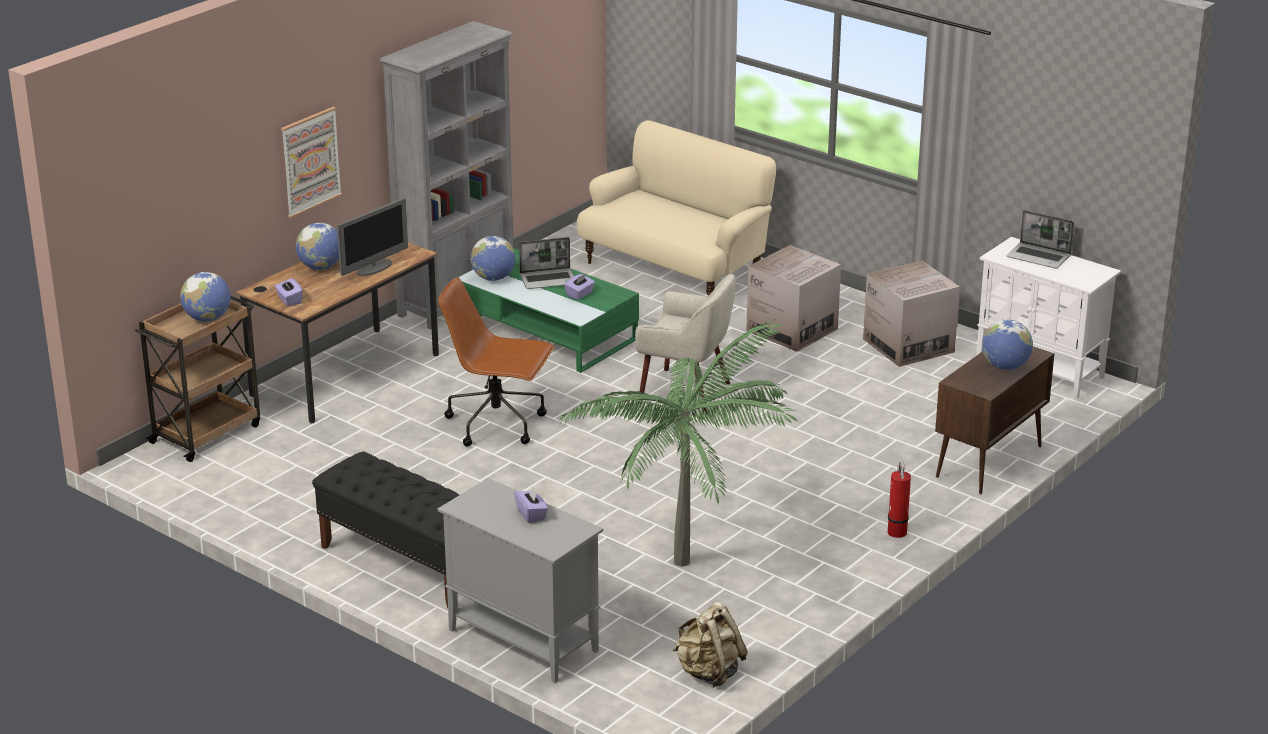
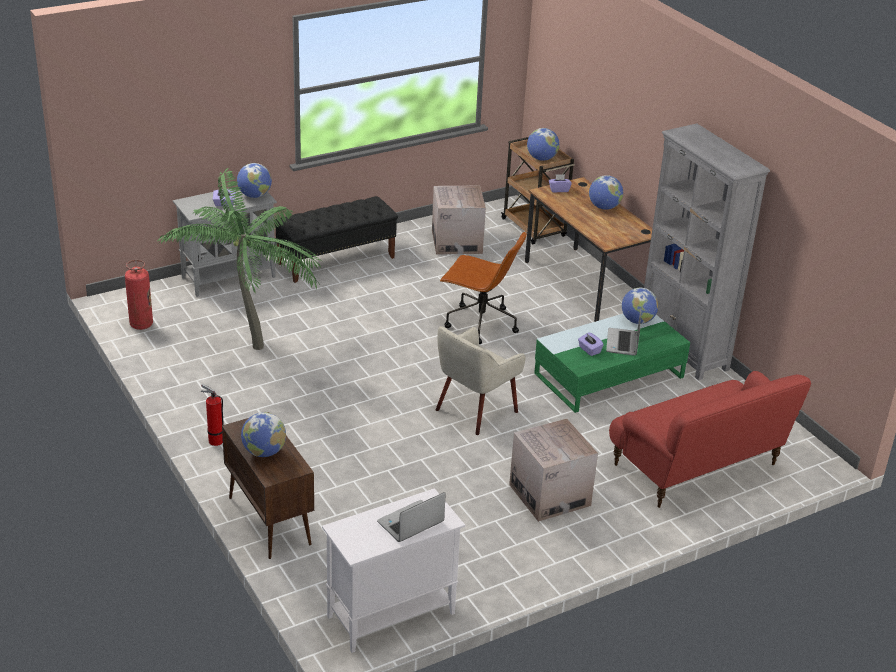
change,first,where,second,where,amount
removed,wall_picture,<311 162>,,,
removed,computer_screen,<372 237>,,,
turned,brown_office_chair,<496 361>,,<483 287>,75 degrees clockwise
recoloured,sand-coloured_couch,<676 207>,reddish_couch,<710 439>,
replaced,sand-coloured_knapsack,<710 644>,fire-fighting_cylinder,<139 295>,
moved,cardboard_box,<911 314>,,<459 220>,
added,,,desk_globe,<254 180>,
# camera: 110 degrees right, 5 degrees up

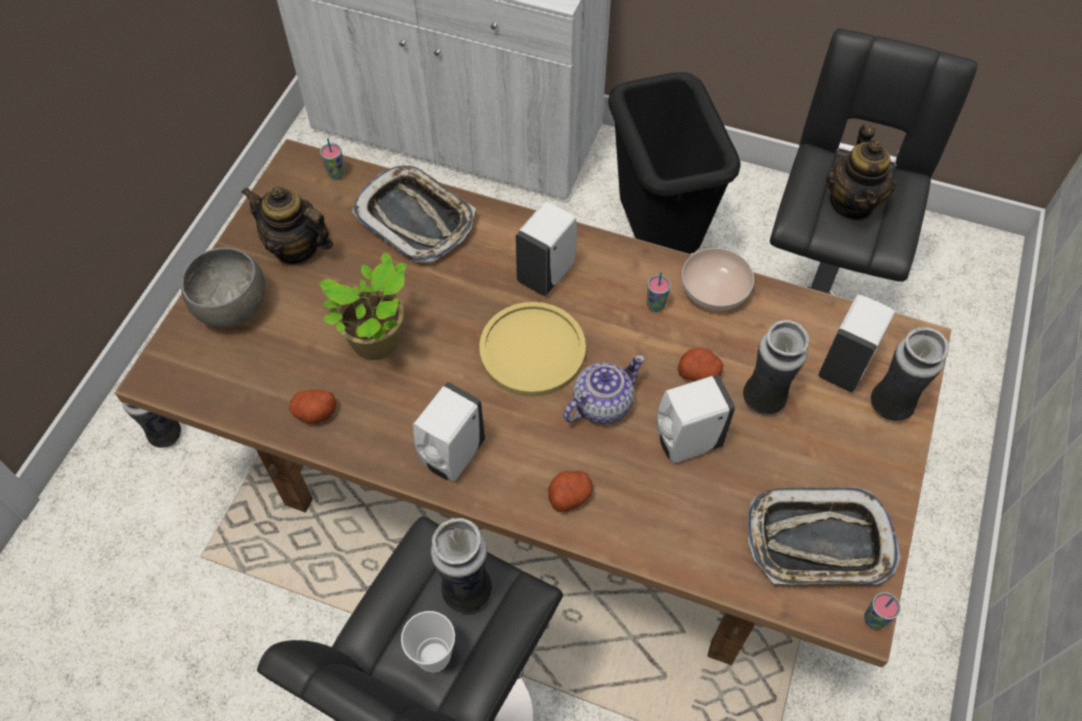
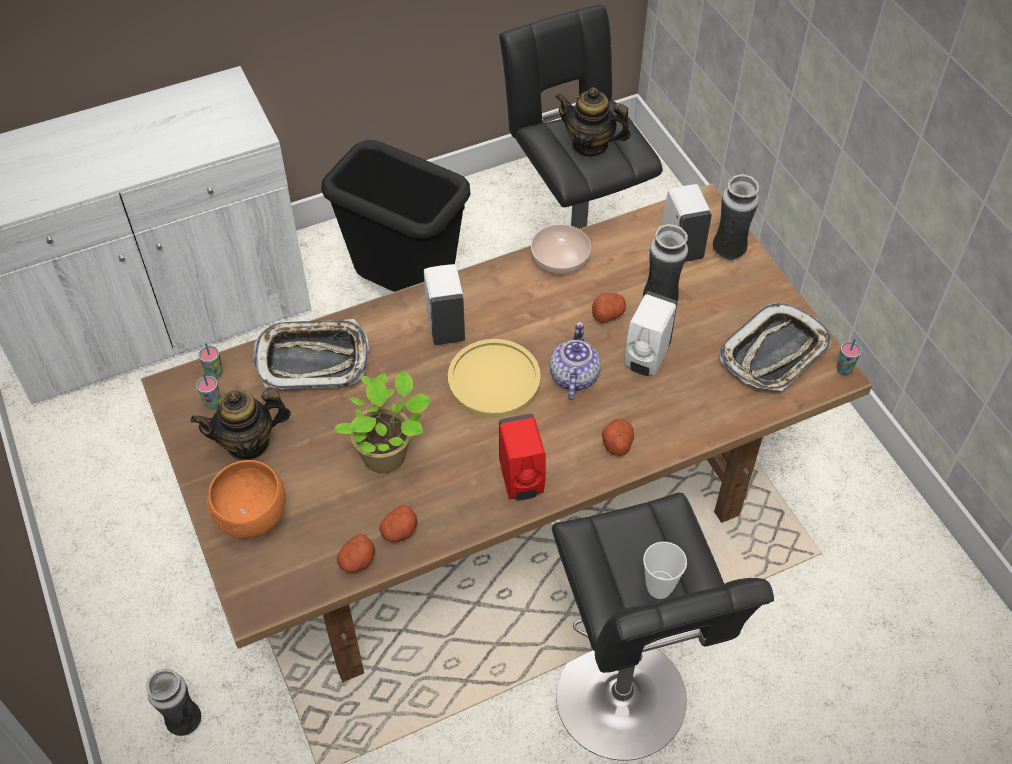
change,first,where,second,where,amount
recoloured,greyish_serving_bowl,<223 287>,orangey_serving_bowl,<246 499>,
recoloured,white-coloured_soap_dispenser,<449 432>,reddish_soap_dispenser,<522 457>,
removed,vase,<461 565>,,,
moved,drinking_cup,<659 292>,,<208 391>,
turned,teapot,<861 172>,,<593 122>,150 degrees clockwise
added,,,potato,<356 553>,
# camera: 45 degrees left, 5 degrees down

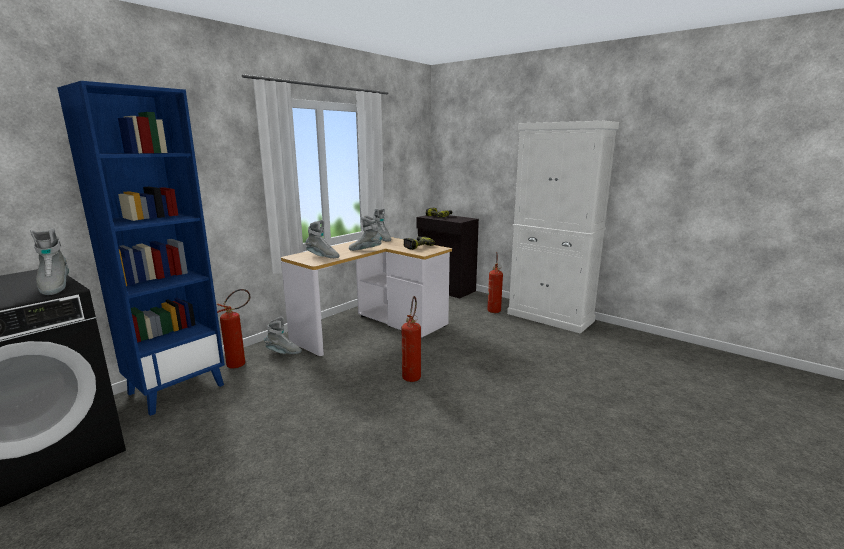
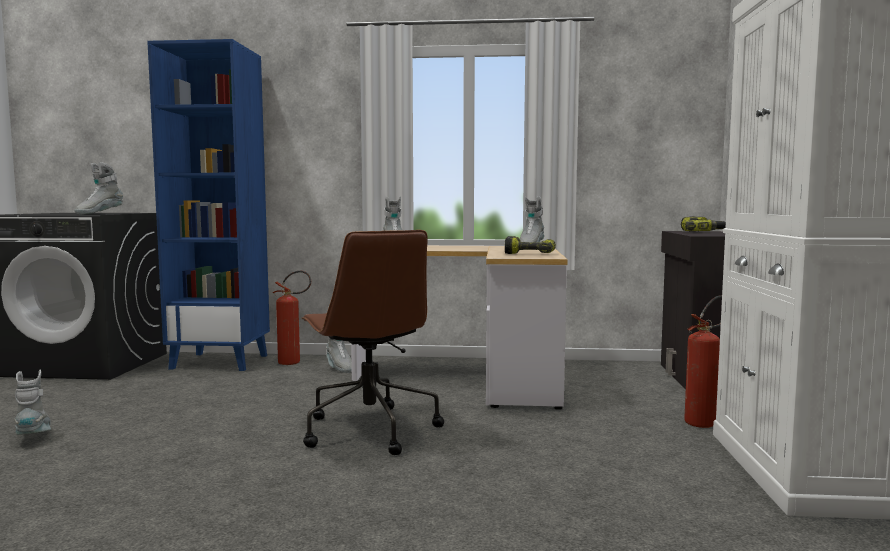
change,first,where,second,where,amount
moved,greyish_tall_boot,<365 233>,,<32 402>,
replaced,fire-fighting_cylinder,<411 339>,brown_office_chair,<372 342>,
# camera: 55 degrees right, 10 degrees down

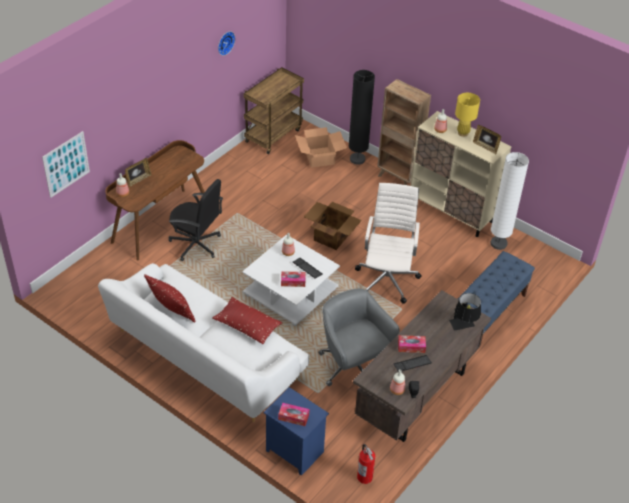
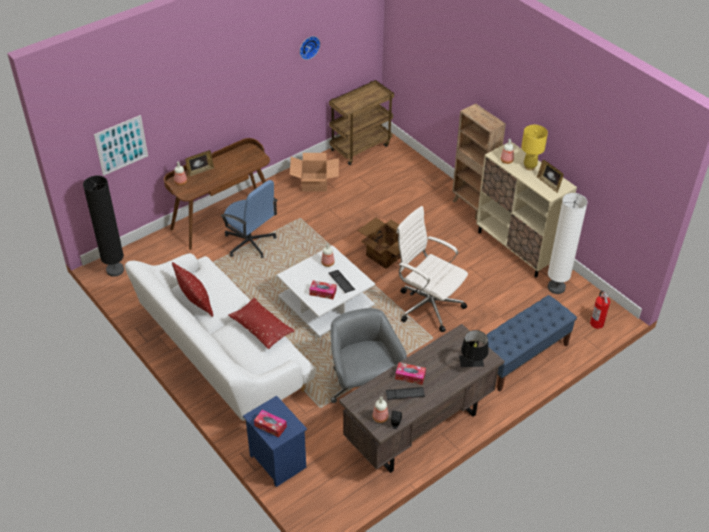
change,first,where,second,where,amount
recoloured,black_office_chair,<195 220>,blue-coloured_office_chair,<248 219>,
moved,cardboard_box,<321 147>,,<314 172>,
moved,black_standing_lamp,<362 117>,,<103 226>,
turned,white-coloured_office_chair,<388 243>,,<432 269>,75 degrees counterclockwise
moved,fire-fighting_cylinder,<366 464>,,<600 309>,
# camera: 15 degrees right, 0 degrees up

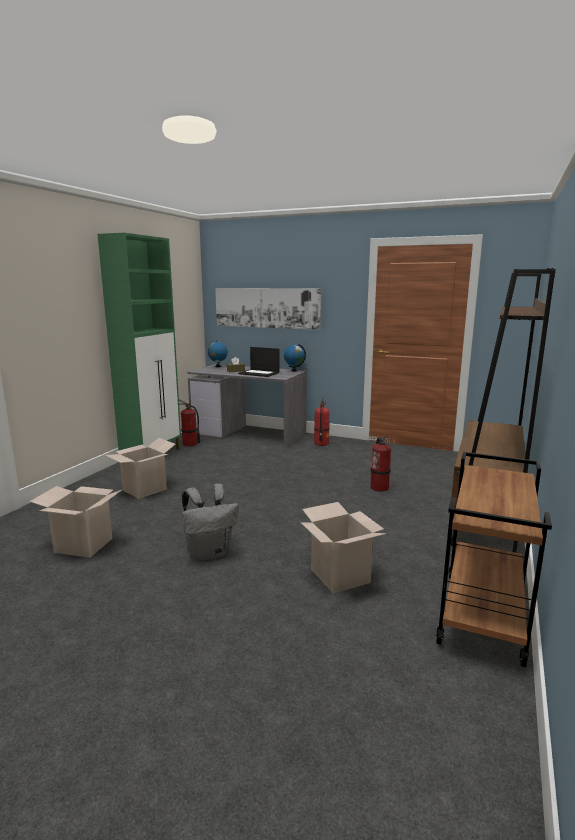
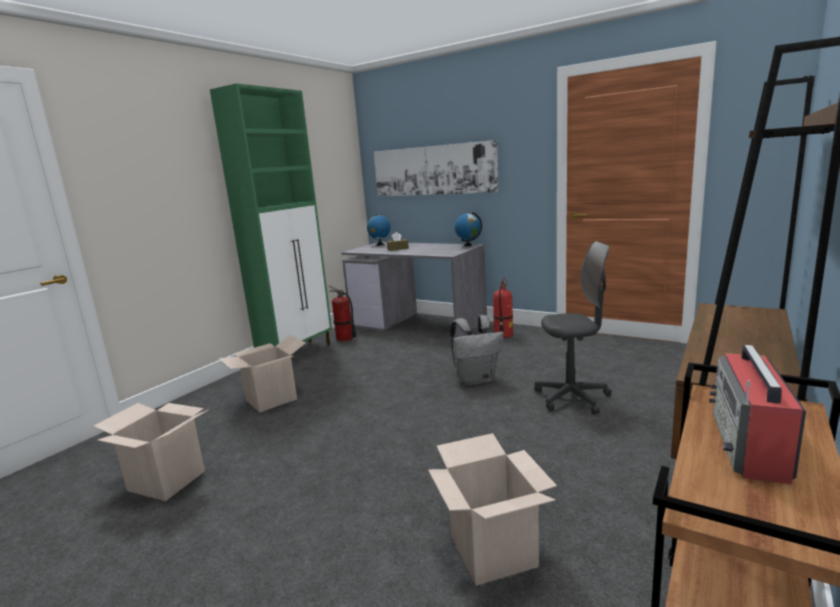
change,first,where,second,where,amount
moved,greyish_knapsack,<210 522>,,<477 350>,
removed,portable_computer,<259 362>,,,
replaced,fire-fighting_cylinder,<380 464>,greyish_office_chair,<573 328>,
added,,,radio_receiver,<757 414>,
# camera: 10 degrees right, 0 degrees up

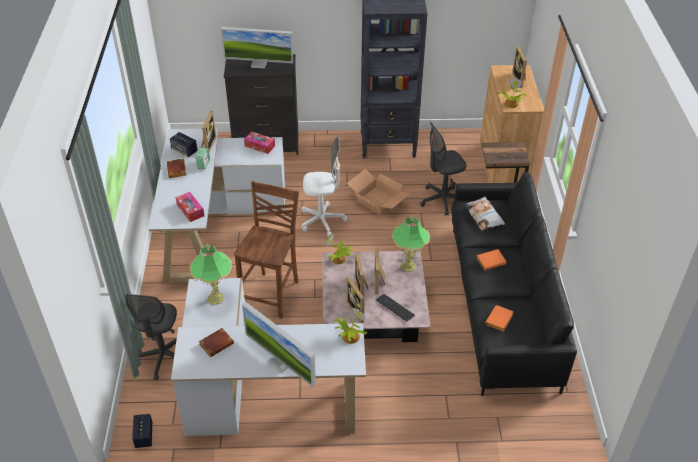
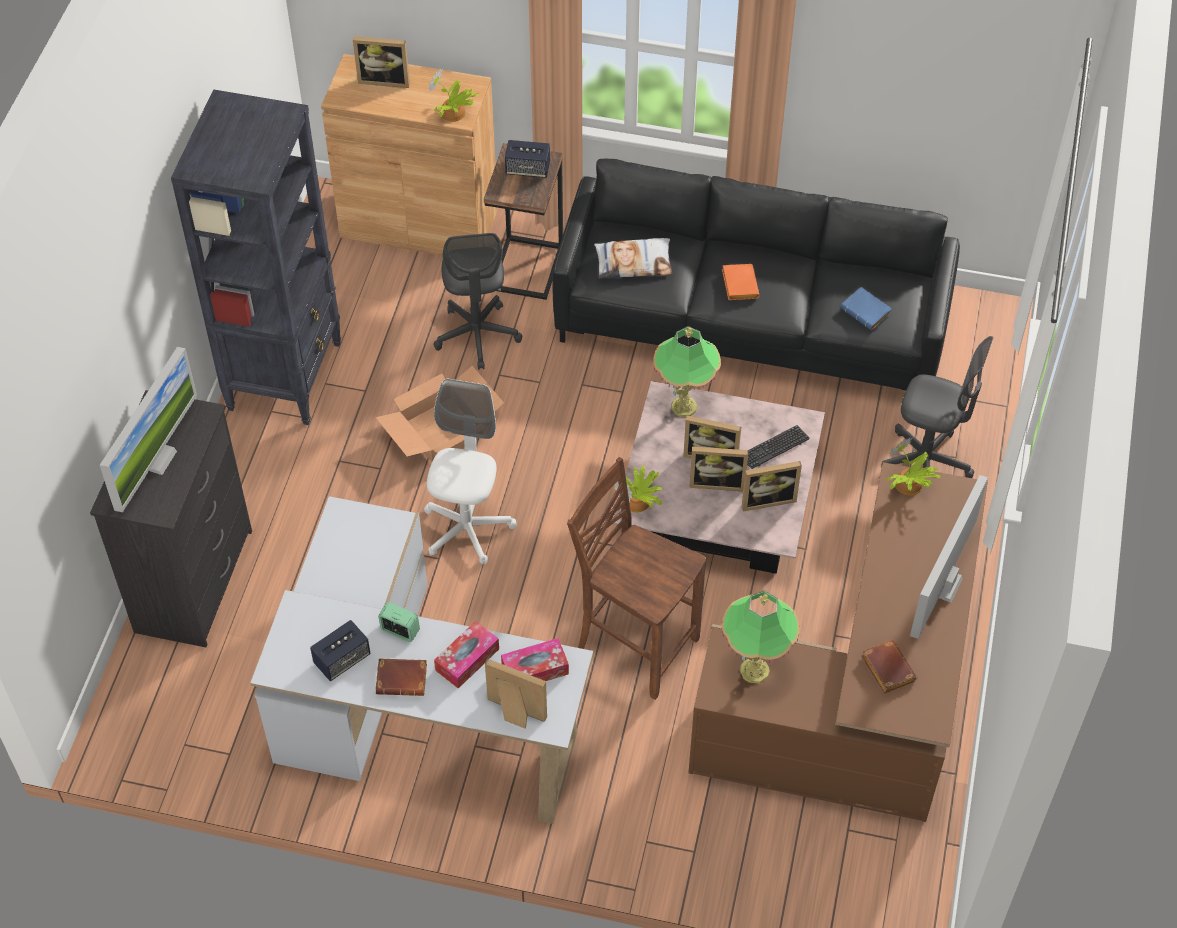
change,first,where,second,where,amount
moved,greyish_office_chair,<151 337>,,<937 407>,
moved,loudspeaker,<142 431>,,<527 159>,
recoloured,white-coloured_desk_table,<268 357>,brown_desk_table,<838 642>,
moved,picture_frame,<208 131>,,<516 693>,
turned,computer_screen,<279 344>,,<949 557>,150 degrees clockwise
moved,tissue_holder,<259 142>,,<466 655>,
recoloured,orangey_bound_book,<499 318>,blue-coloured_bound_book,<866 308>,
# camera: 75 degrees left, 10 degrees up

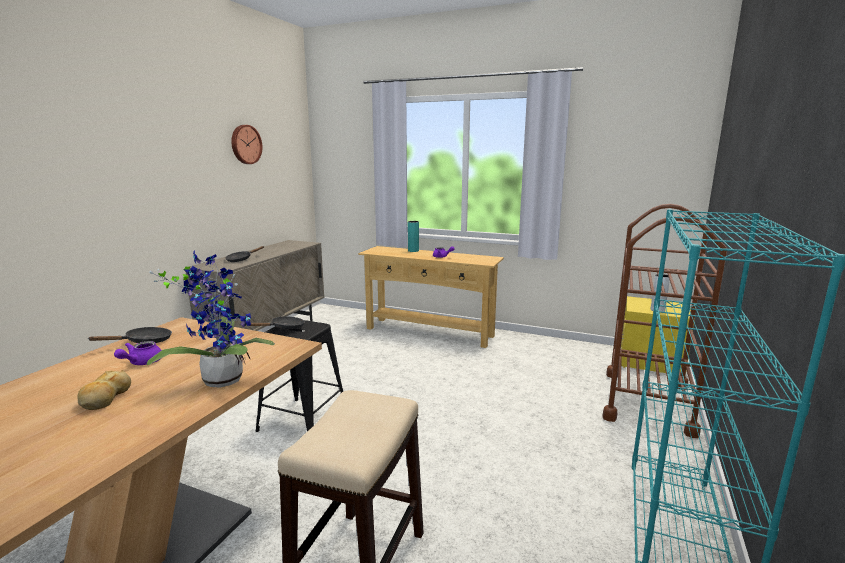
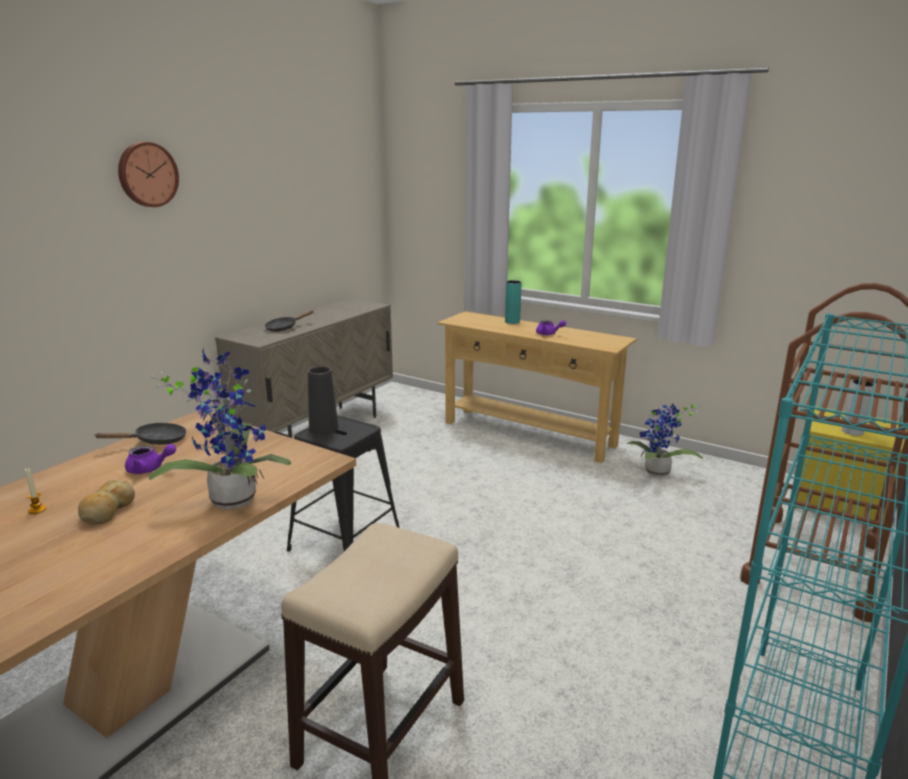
change,first,where,second,where,amount
turned,purple-coloured_teapot,<138 353>,,<150 459>,120 degrees counterclockwise
moved,wall_clock,<247 144>,,<148 174>,
replaced,black_pan,<277 322>,black_vase,<323 401>,
added,,,wax_light,<36 491>,
added,,,houseplant,<665 440>,
# camera: 10 degrees right, 5 degrees up

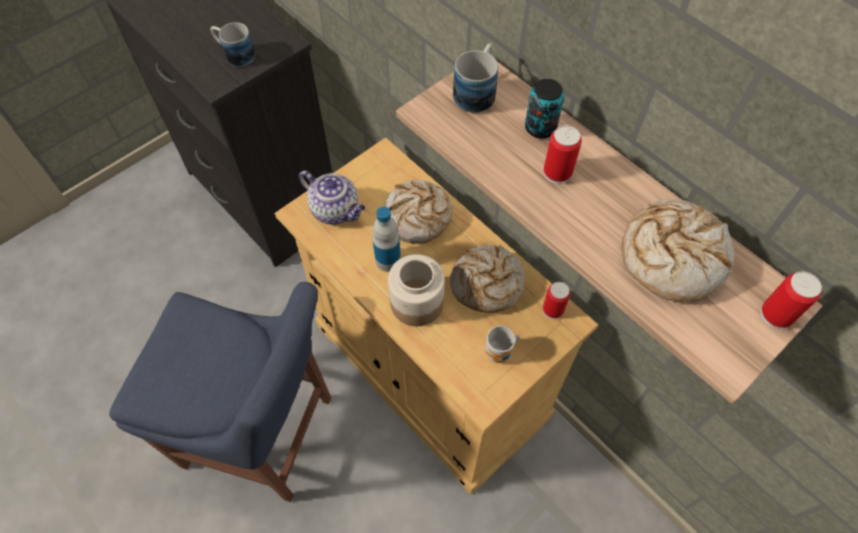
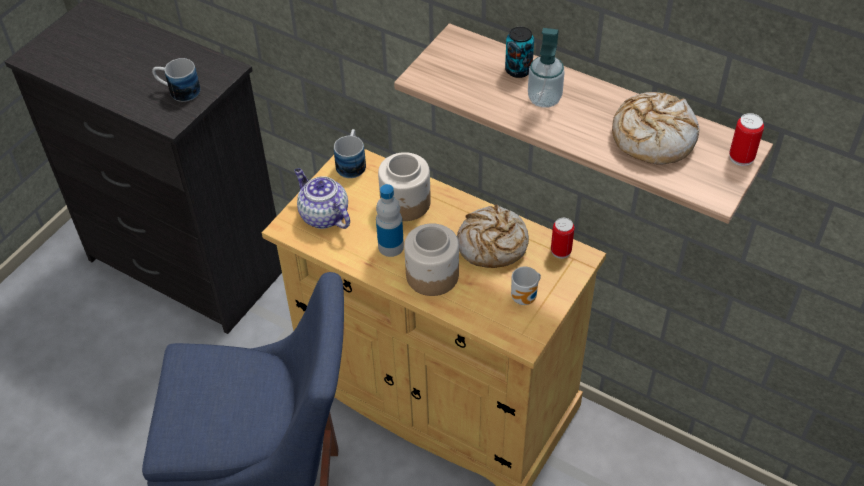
change,first,where,second,where,amount
turned,teapot,<332 198>,,<322 198>,150 degrees counterclockwise
replaced,bakery_bread,<419 212>,jar,<404 186>,
moved,tea_mug,<475 78>,,<350 153>,
replaced,can,<563 154>,soap_dispenser,<546 68>,
# camera: 15 degrees left, 10 degrees down

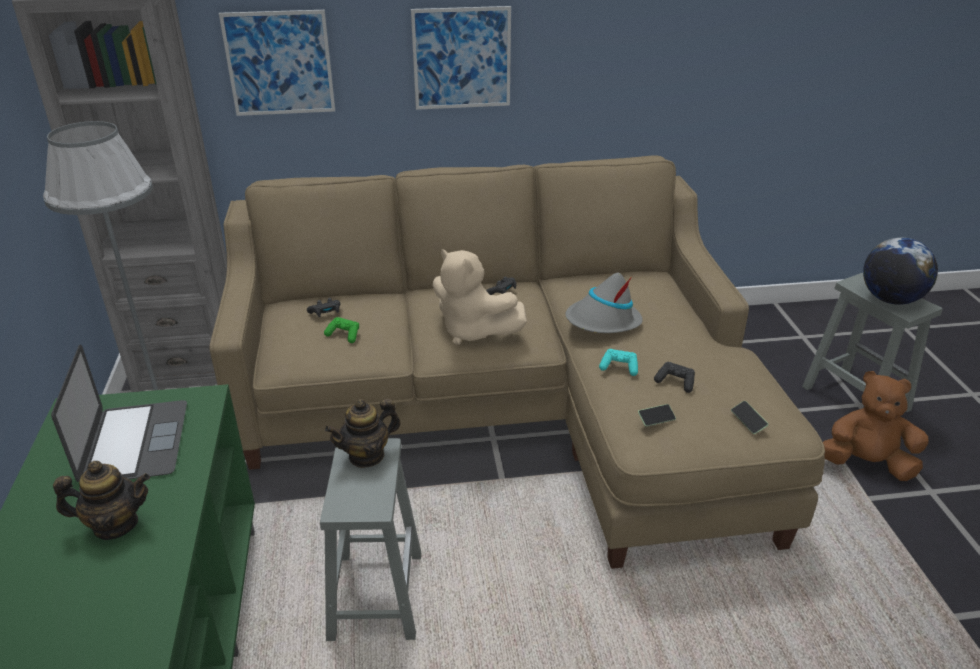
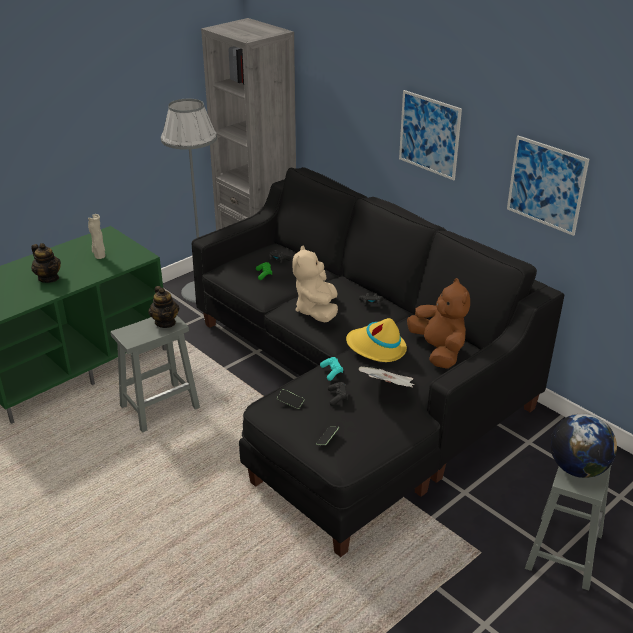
change,first,where,second,where,amount
replaced,portable_computer,<119 413>,sand-coloured_vase,<96 236>,
recoloured,sand-coloured_couch,<517 362>,black_couch,<378 362>,
moved,wall_picture,<277 63>,,<548 186>,
turned,teapot,<363 433>,,<163 307>,135 degrees counterclockwise
recoloured,greyish_hat,<604 303>,yellowish_hat,<376 340>,
moved,brown_plush_toy,<876 426>,,<438 323>,
added,,,printed_paper,<386 377>,
# camera: 55 degrees right, 0 degrees up

